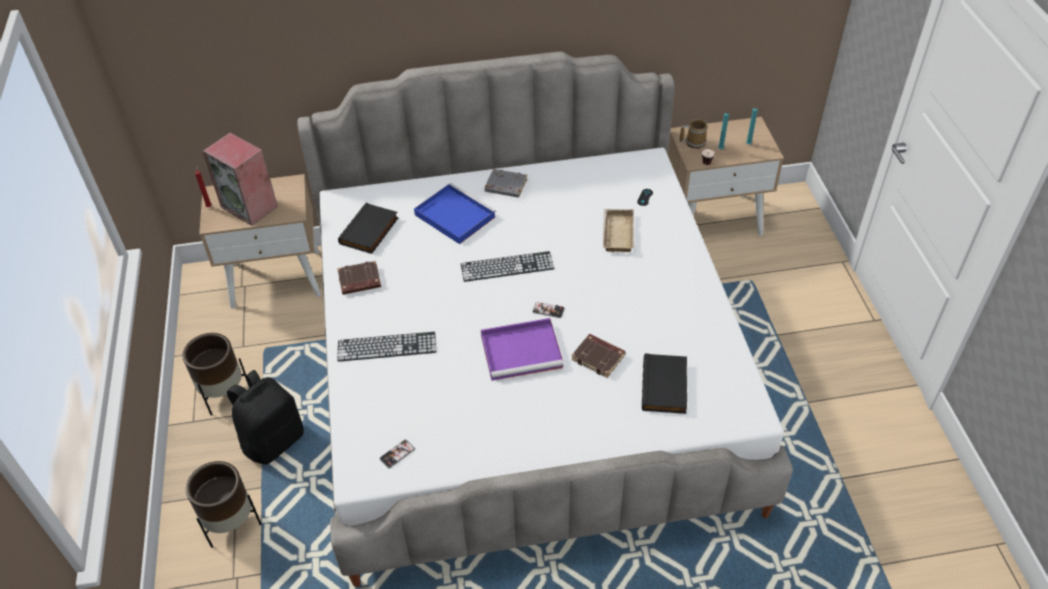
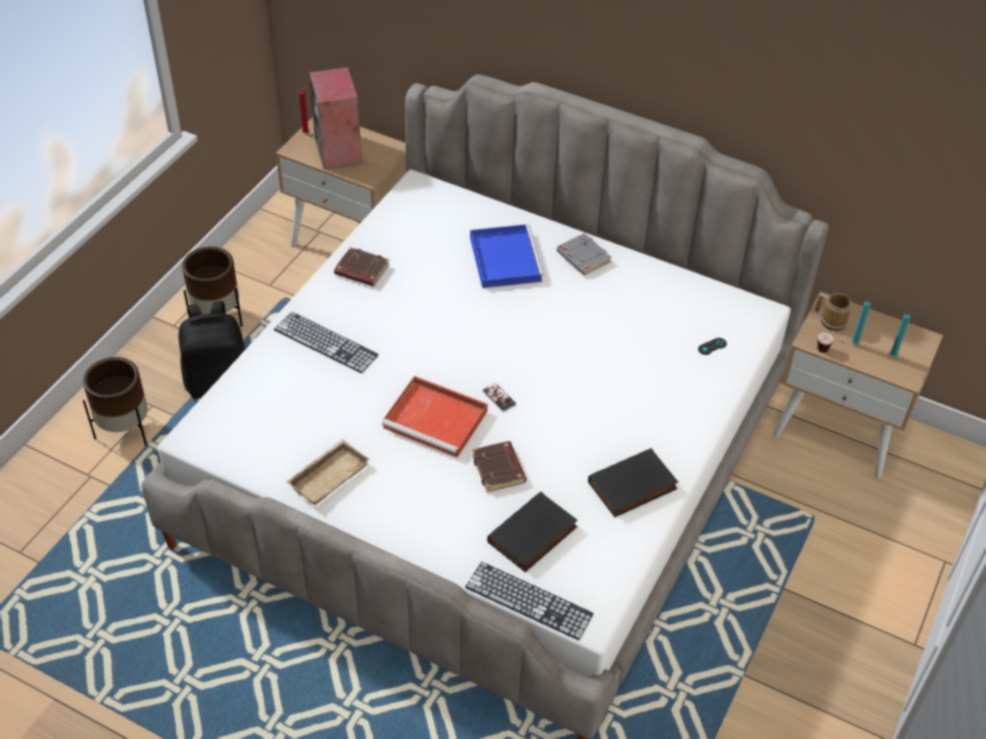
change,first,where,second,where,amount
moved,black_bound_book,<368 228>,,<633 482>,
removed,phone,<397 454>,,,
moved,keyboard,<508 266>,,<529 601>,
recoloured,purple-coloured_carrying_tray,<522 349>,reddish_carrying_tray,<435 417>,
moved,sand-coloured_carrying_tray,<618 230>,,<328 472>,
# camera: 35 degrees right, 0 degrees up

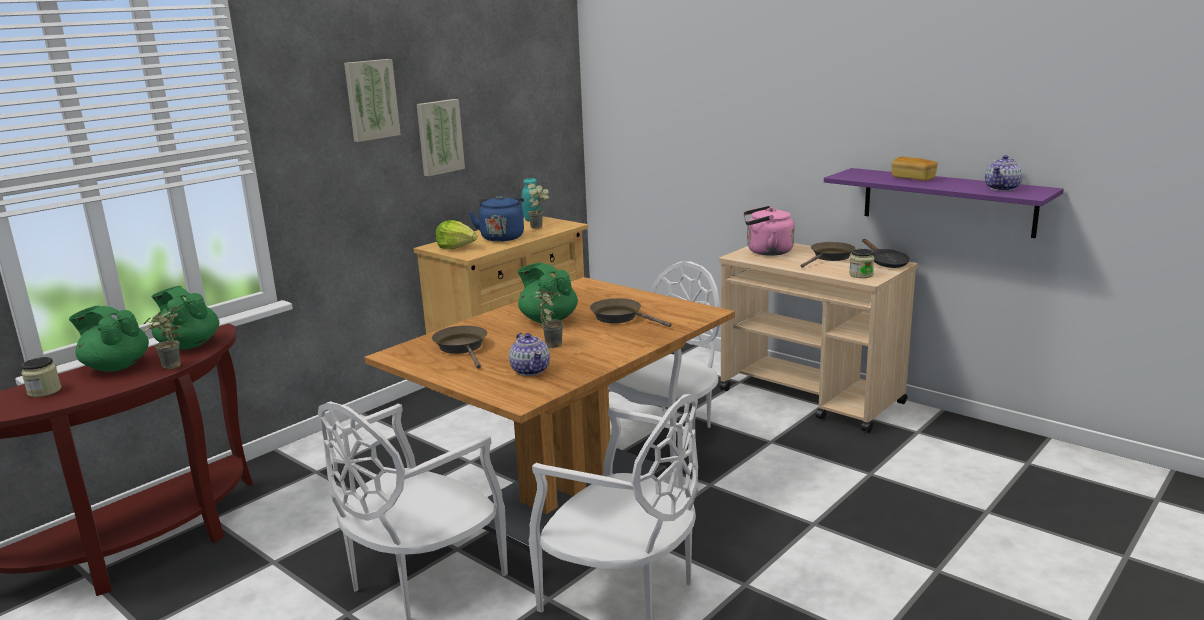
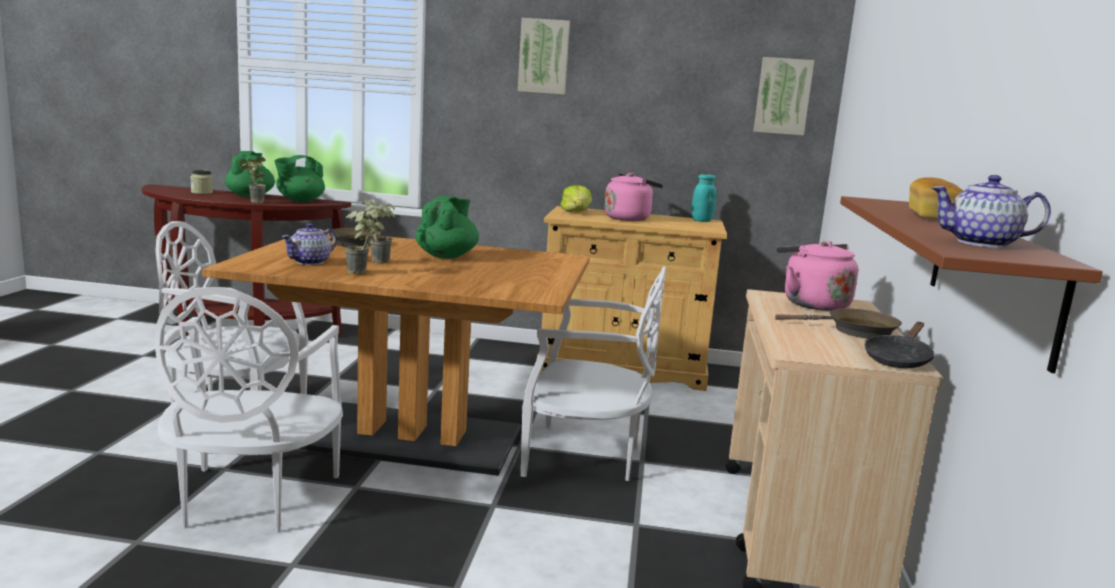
change,first,where,second,where,amount
turned,green-coloured_teapot,<185 317>,,<299 178>,150 degrees counterclockwise
moved,wall_picture,<441 137>,,<784 96>,
recoloured,blue-coloured_tea_kettle,<496 218>,pink-coloured_tea_kettle,<634 197>,
moved,houseplant,<538 206>,,<360 239>,
removed,brown_pan,<631 312>,,,
recoloured,purple-coloured_wall_shelf,<943 203>,brown_wall_shelf,<971 284>,
removed,jar,<861 263>,,,
# camera: 55 degrees right, 5 degrees down

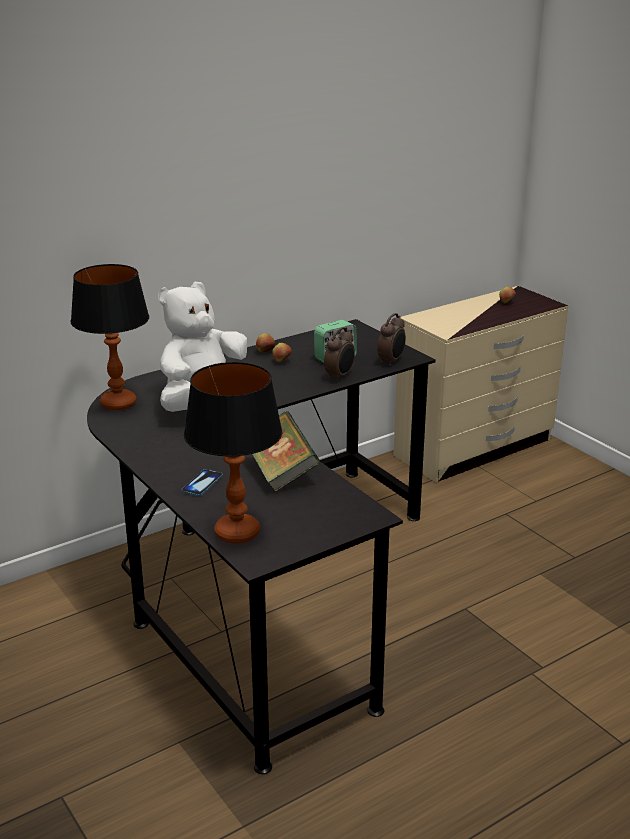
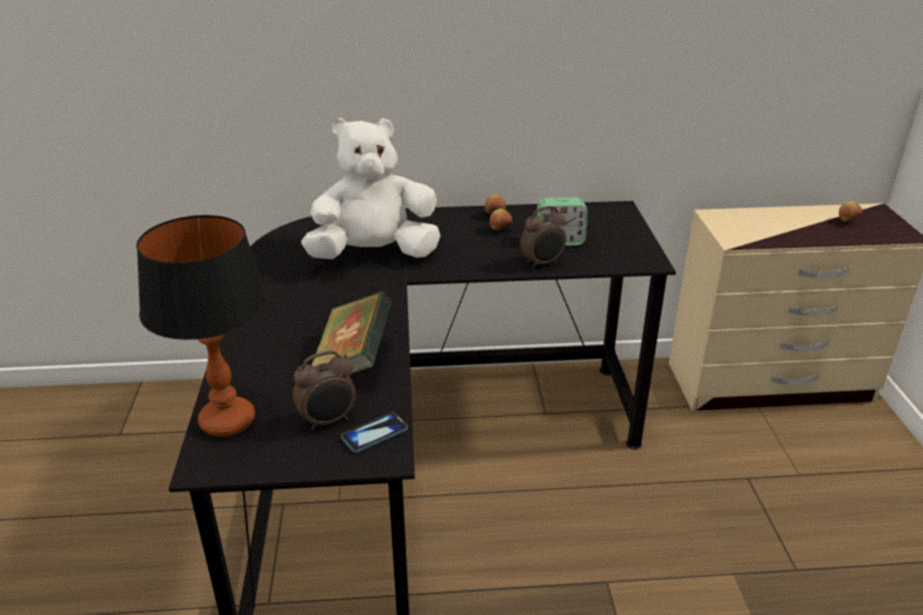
change,first,where,second,where,amount
removed,table_lamp,<110 337>,,,
moved,phone,<202 482>,,<374 432>,
moved,alarm_clock,<391 339>,,<324 390>,
# camera: 30 degrees right, 5 degrees up

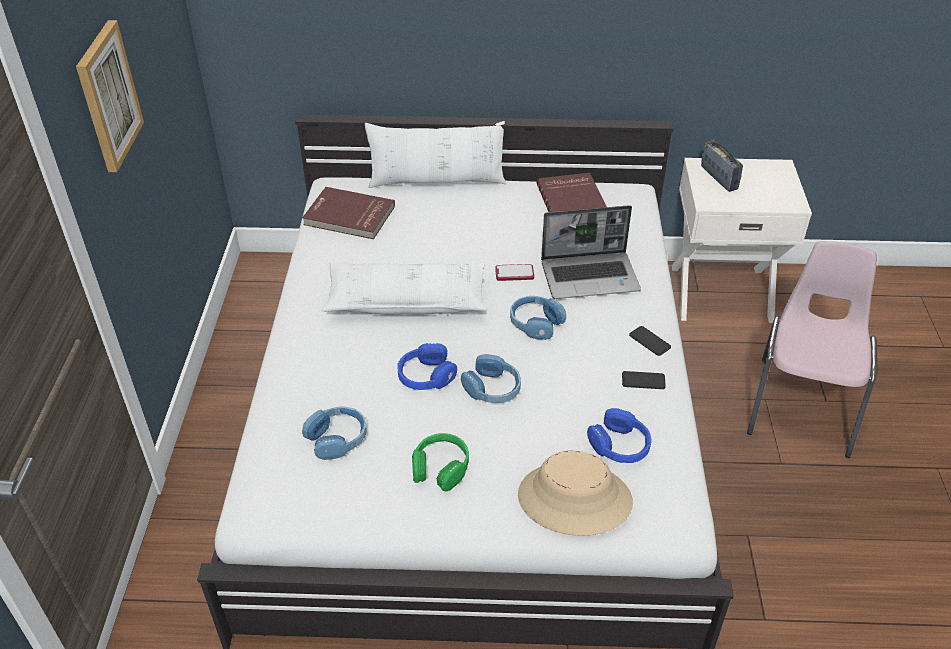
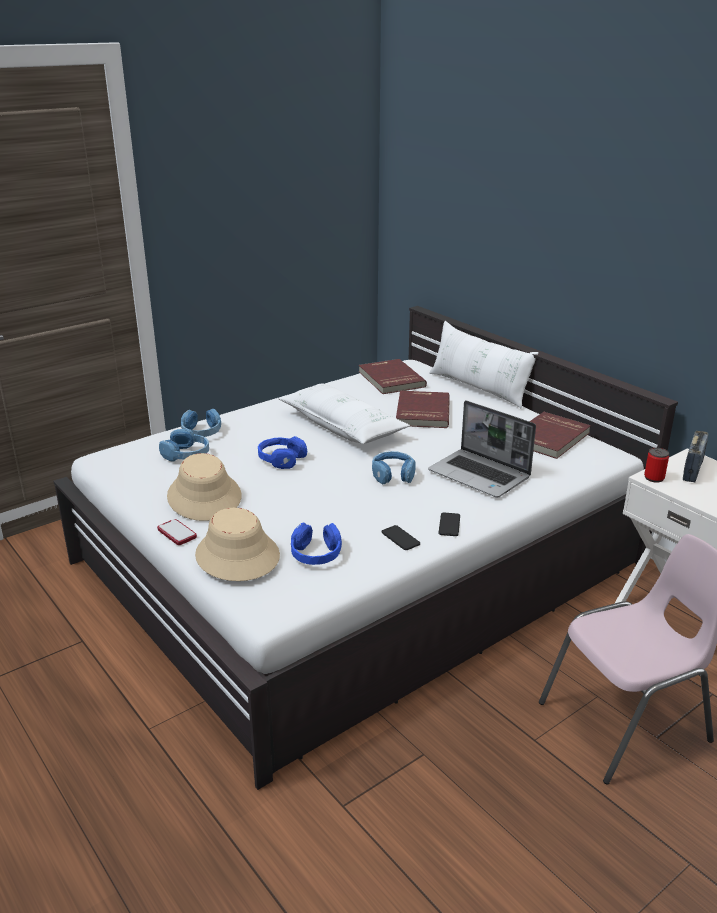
change,first,where,second,where,amount
removed,wall_picture,<110 96>,,,
replaced,green-coloured_headphones,<440 462>,sand-coloured_hat,<204 487>,
moved,blue-coloured_headphones,<491 378>,,<201 423>,
moved,phone,<514 272>,,<177 532>,
added,,,reddish_bound_book,<423 409>,
added,,,can,<656 465>,
# camera: 50 degrees right, 15 degrees down

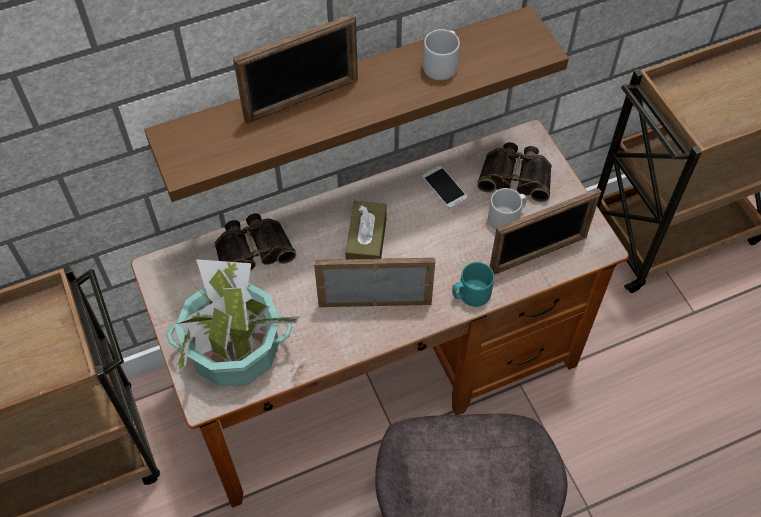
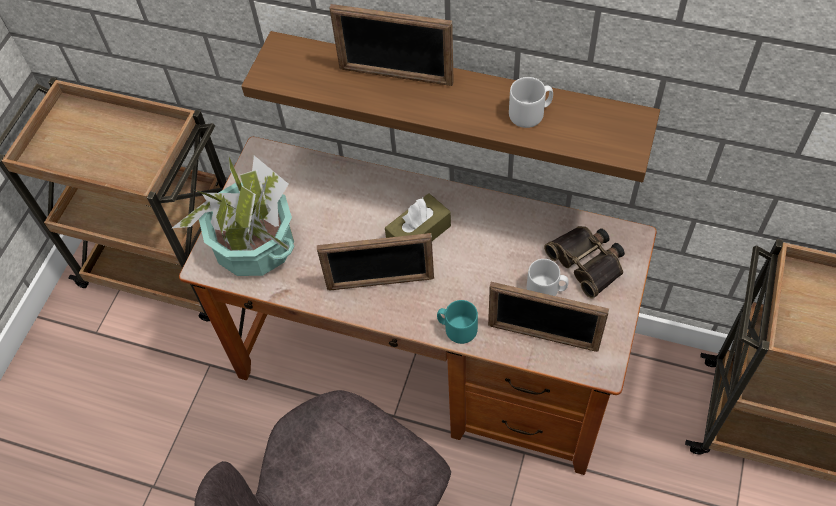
change,first,where,second,where,amount
removed,binoculars,<255 242>,,,
turned,picture_frame,<374 282>,,<375 262>,135 degrees clockwise
removed,phone,<445 186>,,,
# camera: 45 degrees right, 0 degrees up

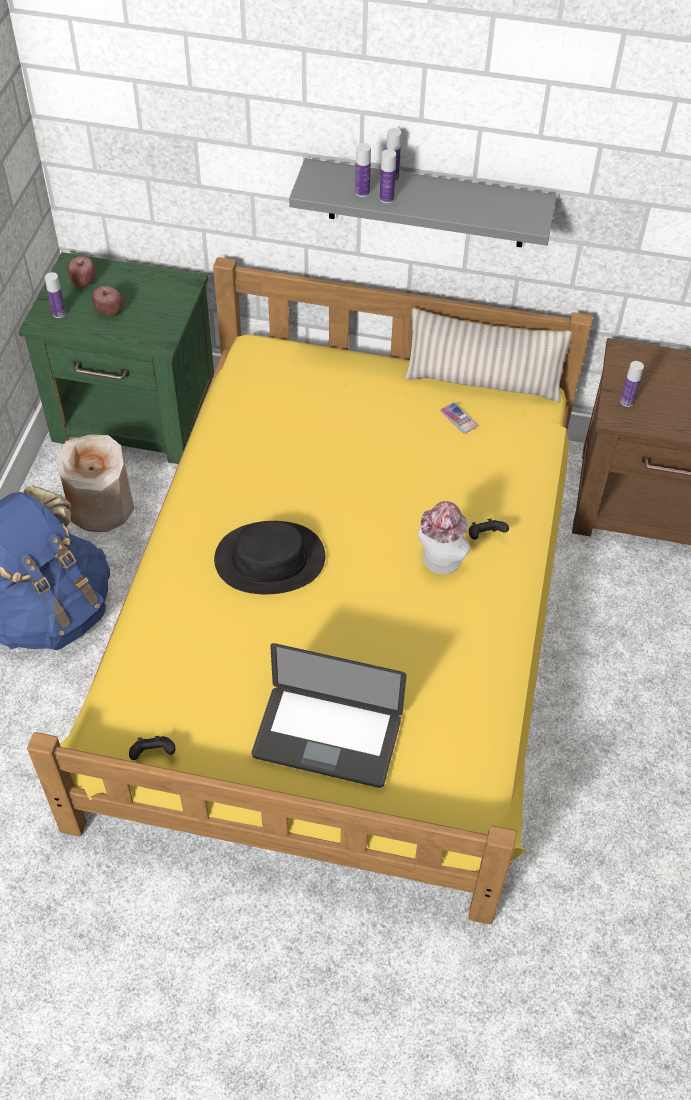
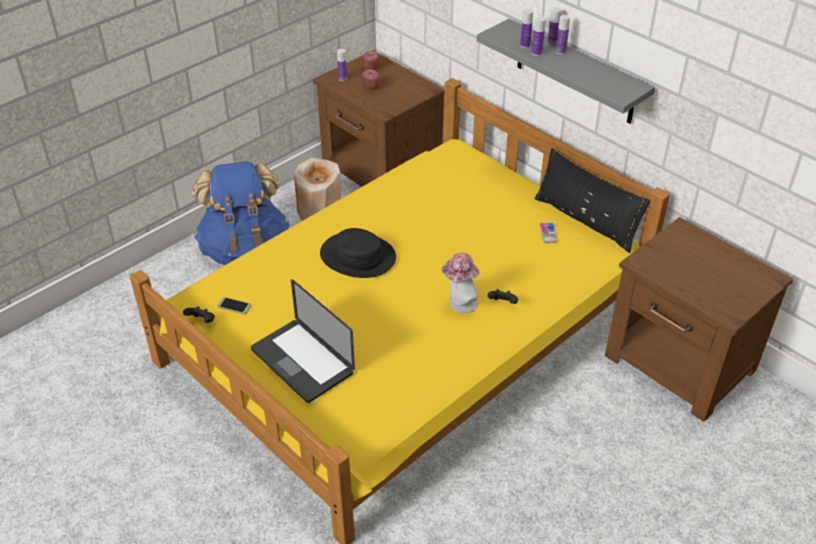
change,first,where,second,where,amount
recoloured,green-coloured_night_table,<116 358>,brown_night_table,<379 120>,
recoloured,sand-coloured_pillow,<488 355>,black_pillow,<592 200>,
moved,bottle,<632 384>,,<563 34>,
added,,,phone,<234 306>,
# camera: 35 degrees right, 10 degrees down

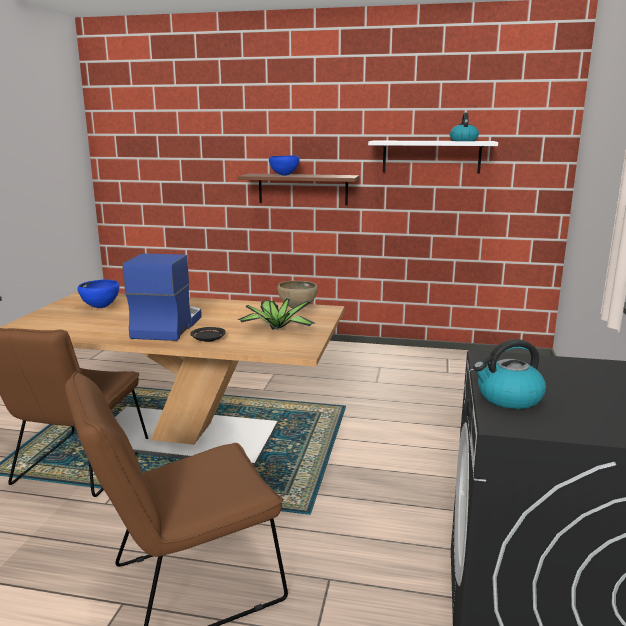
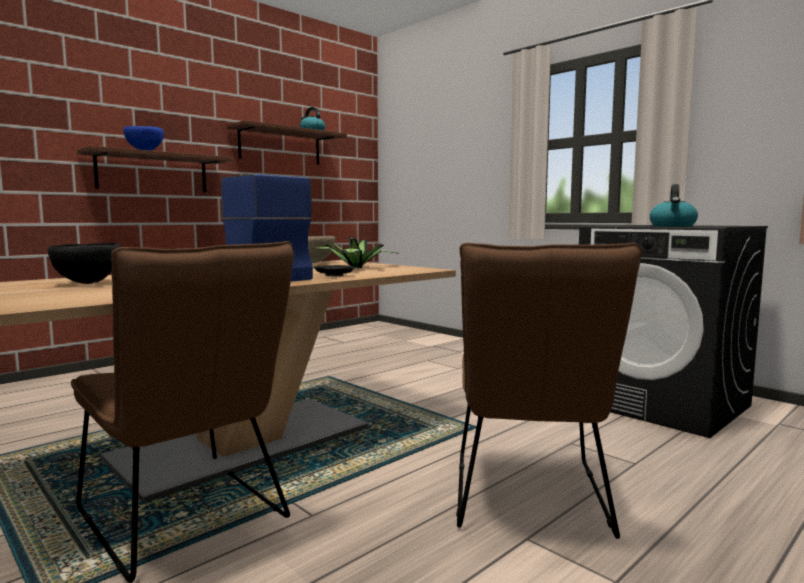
change,first,where,second,where,amount
recoloured,blue-coloured_serving_bowl,<98 293>,black_serving_bowl,<84 263>,
recoloured,white-coloured_wall_shelf,<433 157>,brown_wall_shelf,<286 142>,
# camera: 55 degrees left, 10 degrees down

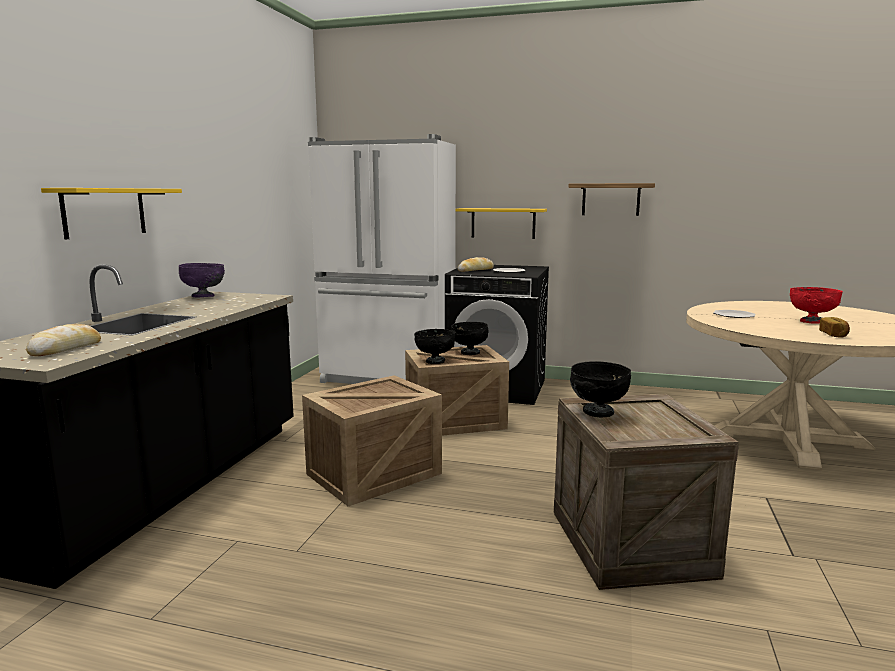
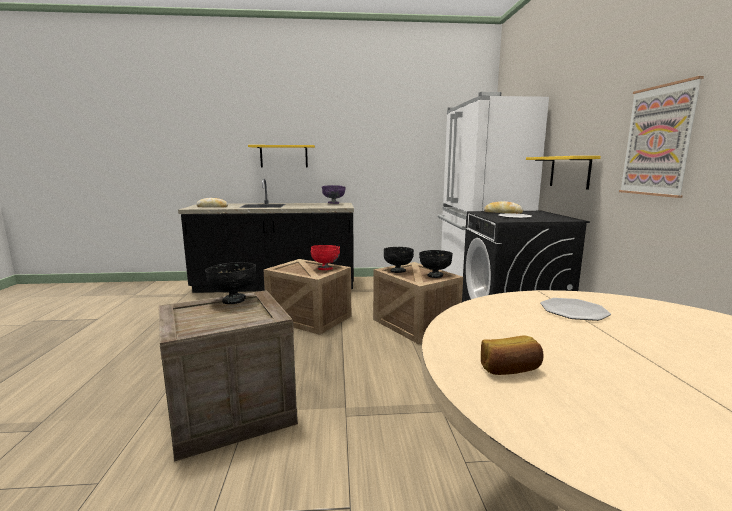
change,first,where,second,where,amount
replaced,wall_shelf,<612 199>,wall_picture,<661 137>,
moved,reddish_serving_bowl,<816 305>,,<325 257>,
# camera: 70 degrees right, 0 degrees up

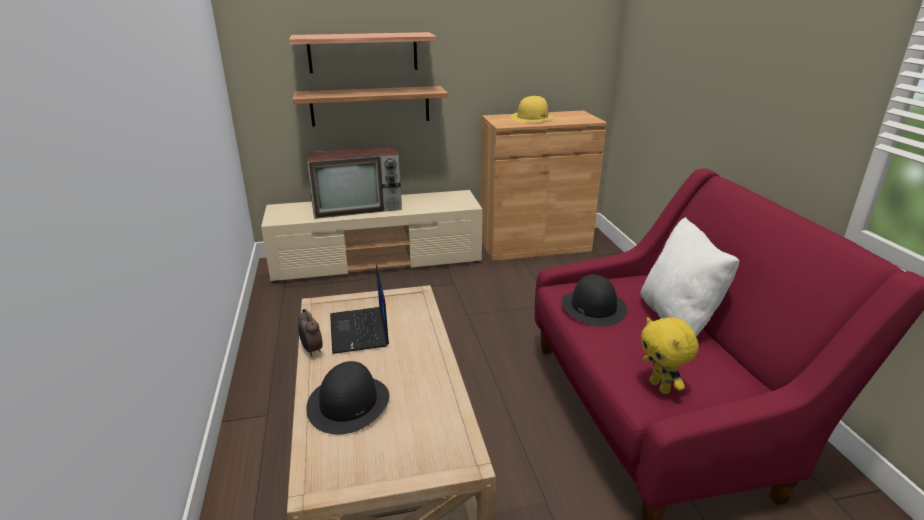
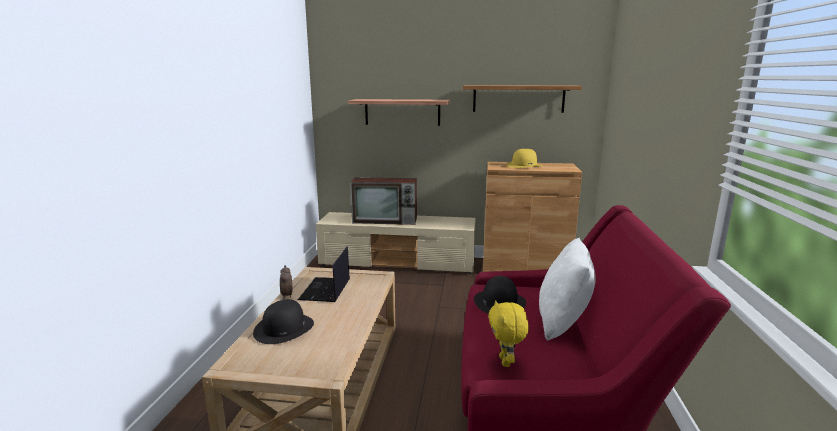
change,first,where,second,where,amount
moved,wall_shelf,<370 106>,,<522 99>,
# camera: 20 degrees right, 10 degrees down

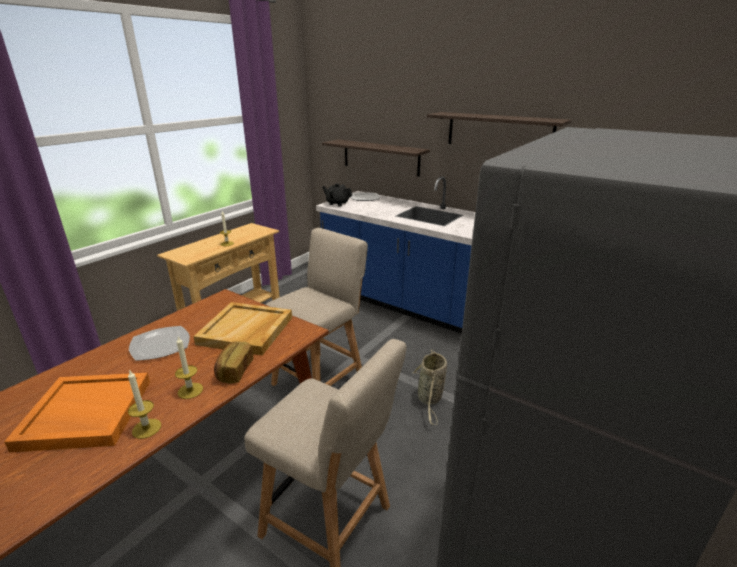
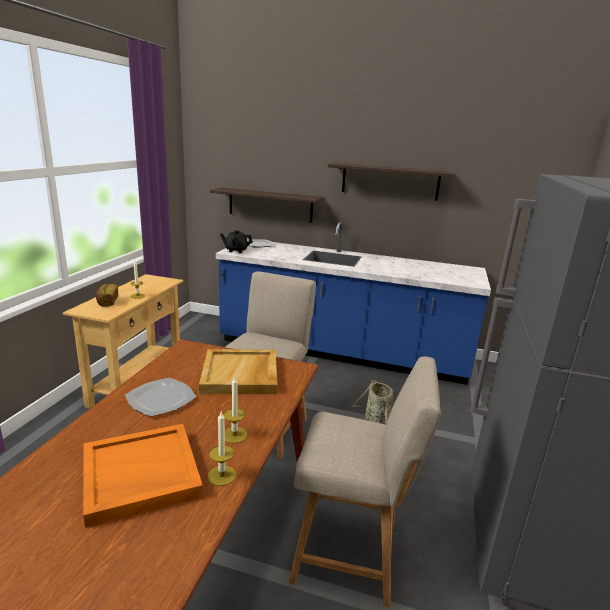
change,first,where,second,where,amount
moved,bakery_bread,<233 362>,,<107 295>,
# camera: 20 degrees left, 5 degrees down

